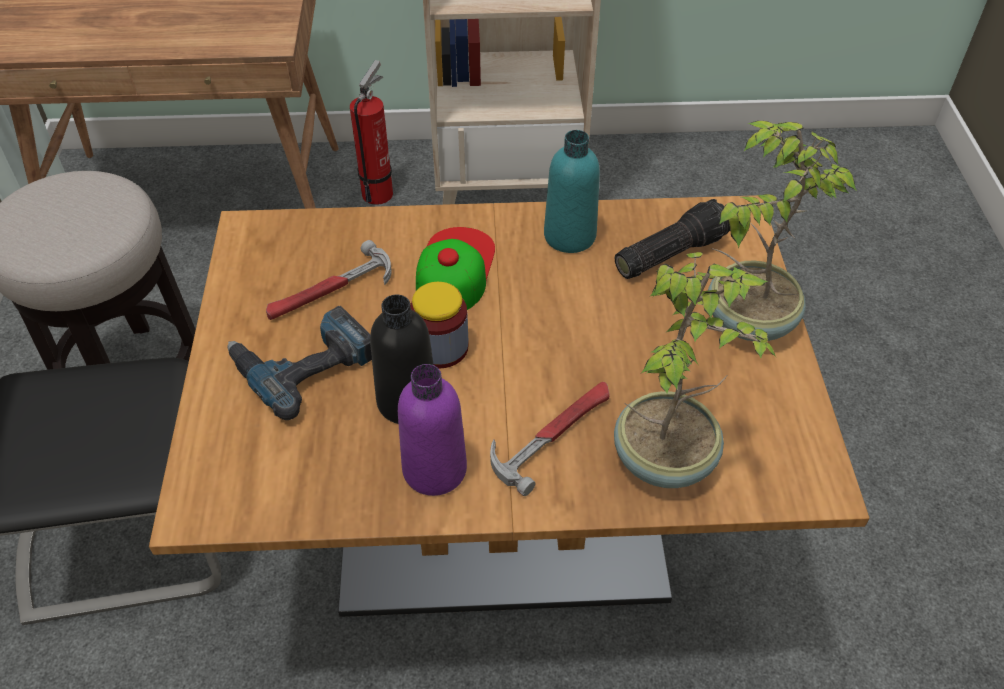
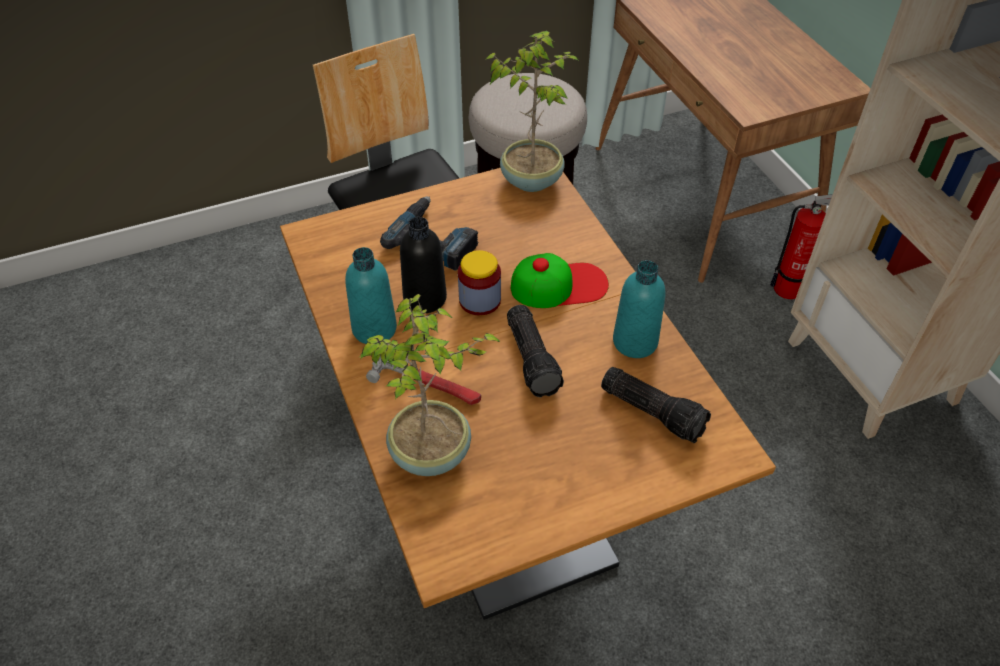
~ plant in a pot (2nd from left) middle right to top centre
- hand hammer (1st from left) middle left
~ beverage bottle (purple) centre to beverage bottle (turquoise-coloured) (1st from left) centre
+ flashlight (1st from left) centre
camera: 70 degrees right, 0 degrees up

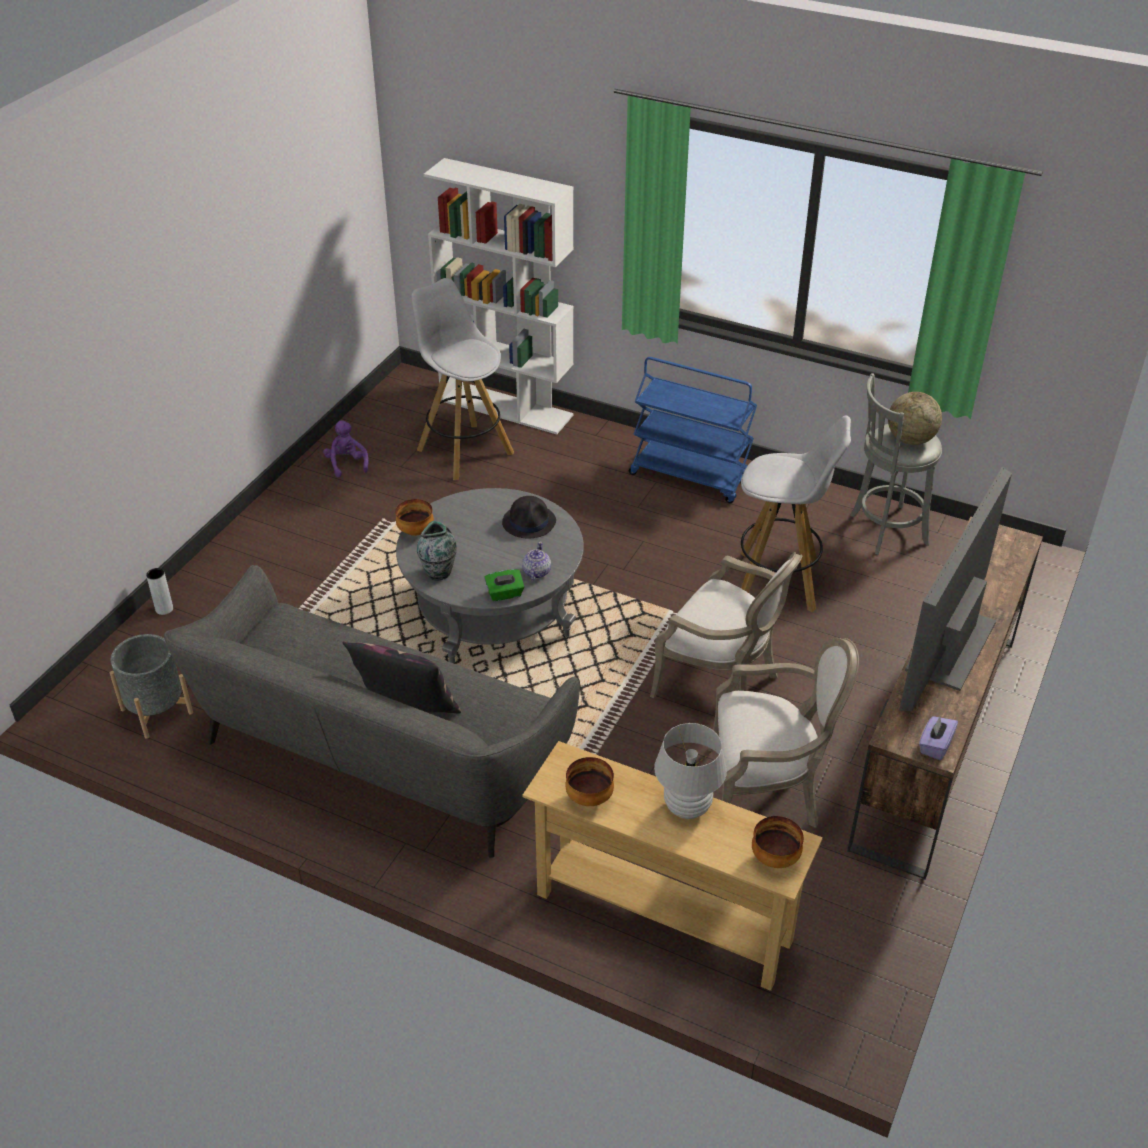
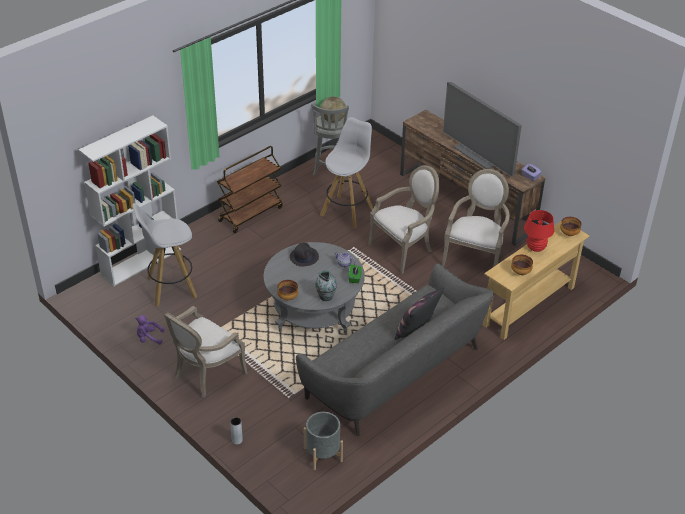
~ trolley (blue-coloured) centre to trolley (brownish) centre
~ table lamp (white-coloured) bottom centre to table lamp (red) middle right
+ lounge chair (1st from left) bottom left
camera: 70 degrees left, 0 degrees up

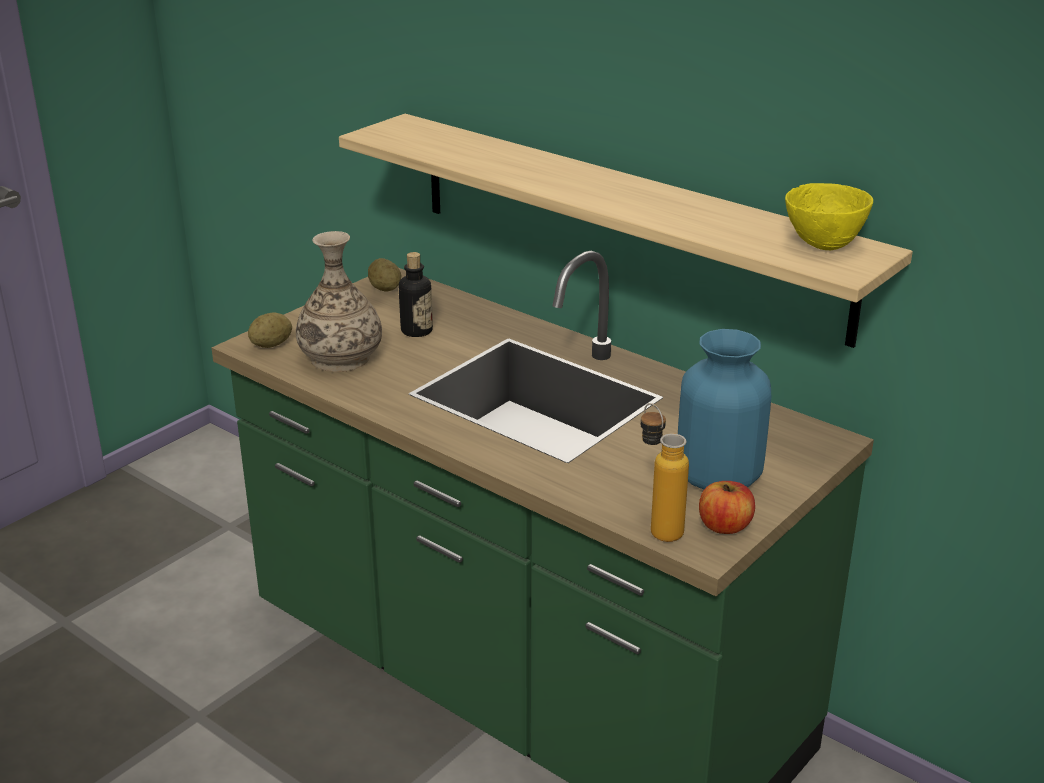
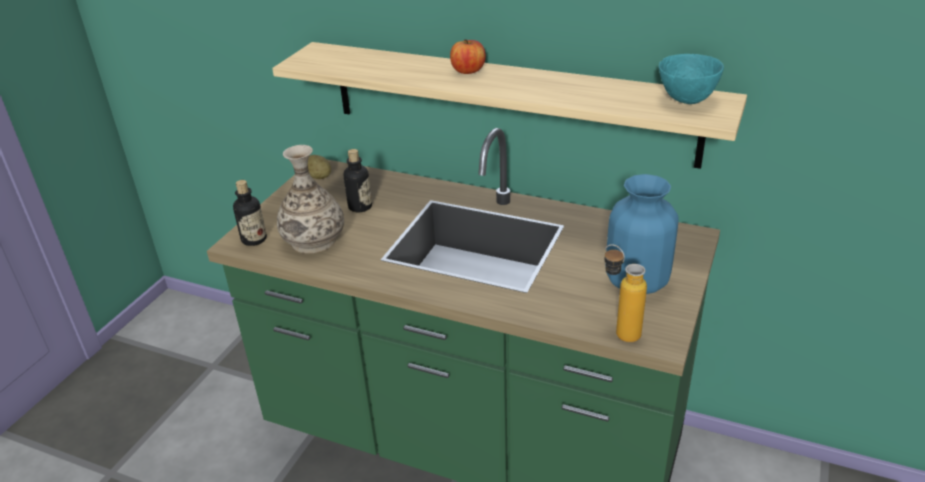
~ serving bowl (yellow) top right to serving bowl (turquoise-coloured) top right
~ spud (1st from left) middle left to beverage bottle (1st from left) middle left
~ apple middle right to top centre
camera: 15 degrees left, 5 degrees up

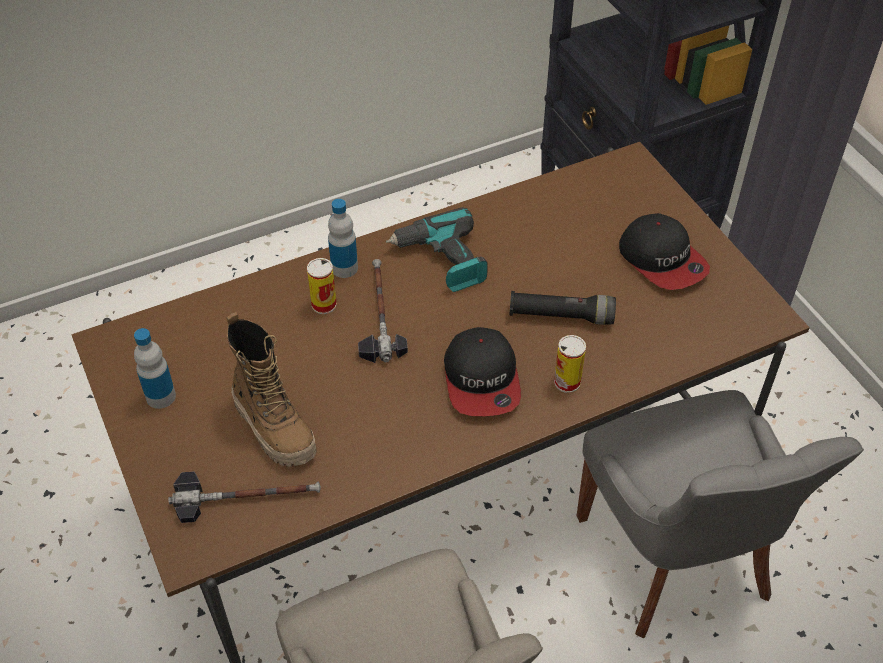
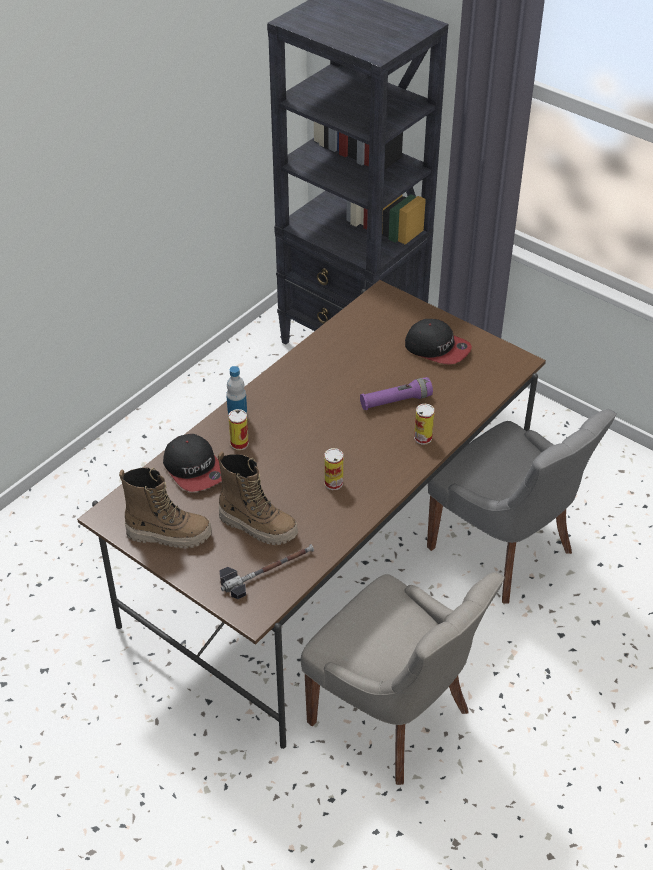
- electric drill centre
- hand hammer (2nd from left) centre
~ flashlight (black-coloured) centre to flashlight (purple) centre
~ cap (1st from left) centre to middle left
~ beverage bottle (1st from left) middle left to high-top boot (1st from left) middle left
+ sealed can (2nd from left) centre
camera: 25 degrees left, 5 degrees down

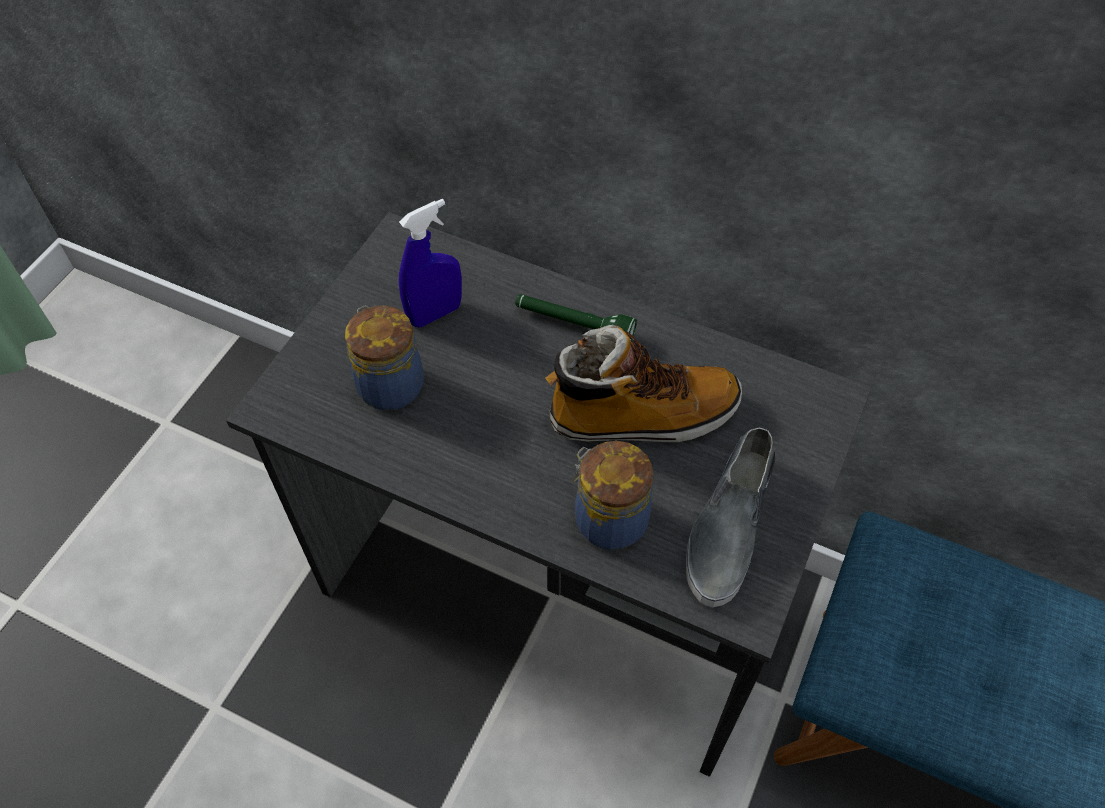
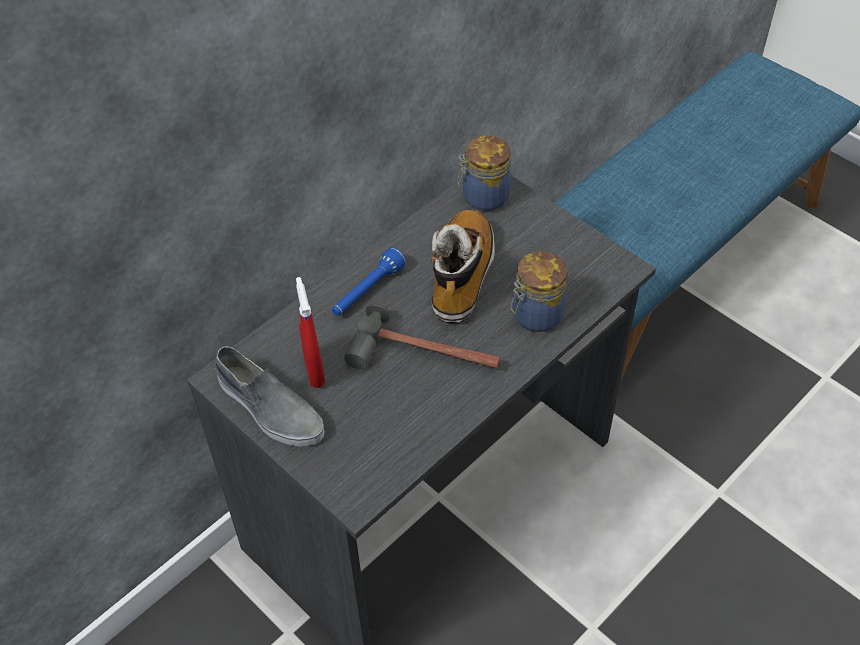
~ sprayer (blue-coloured) top centre to sprayer (red) centre
~ flashlight (greenish) centre to flashlight (blue-coloured) centre
~ jar (1st from left) centre to top centre
~ low shoe (gray) centre to middle left
+ hand hammer centre
camera: 70 degrees left, 5 degrees down

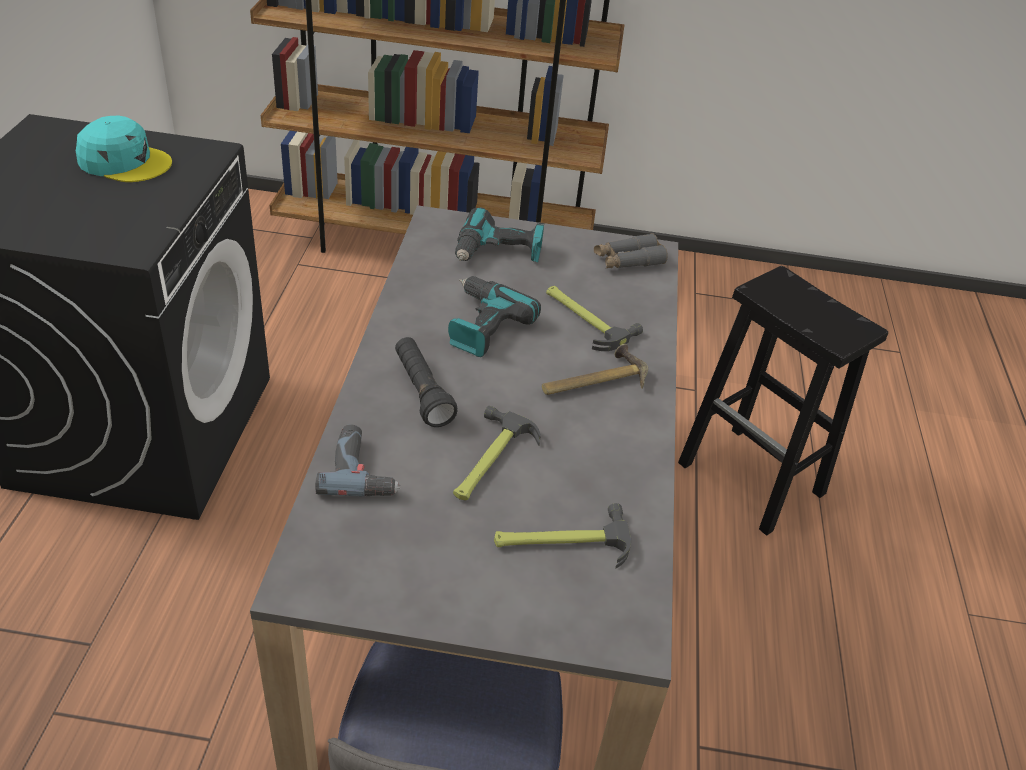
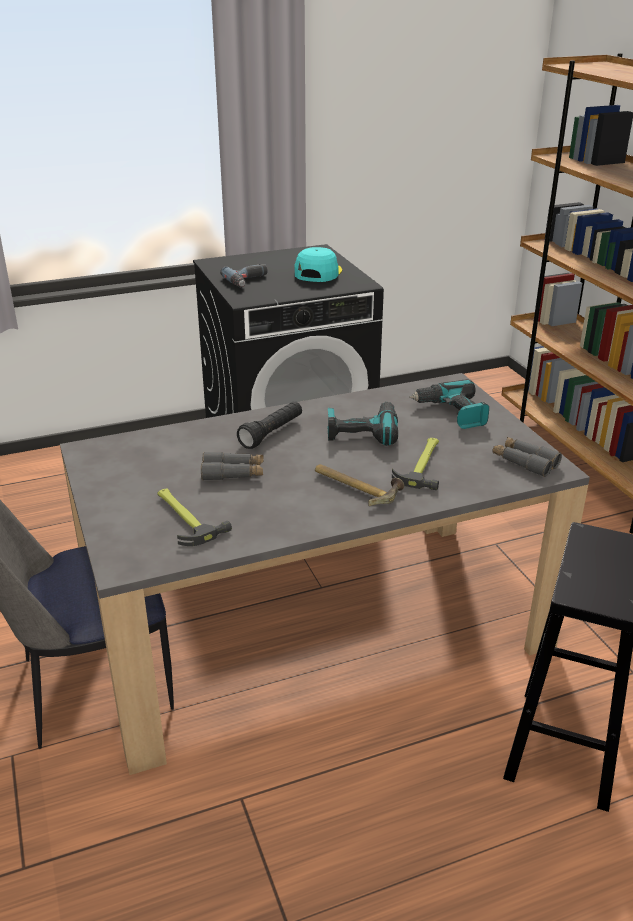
~ cap (turquoise-coloured) top left = top centre 150 degrees counterclockwise
~ hand hammer (1st from left) centre to pair of binoculars (gray) (1st from left) centre
~ electric drill (1st from left) centre to top centre
camera: 65 degrees right, 10 degrees down

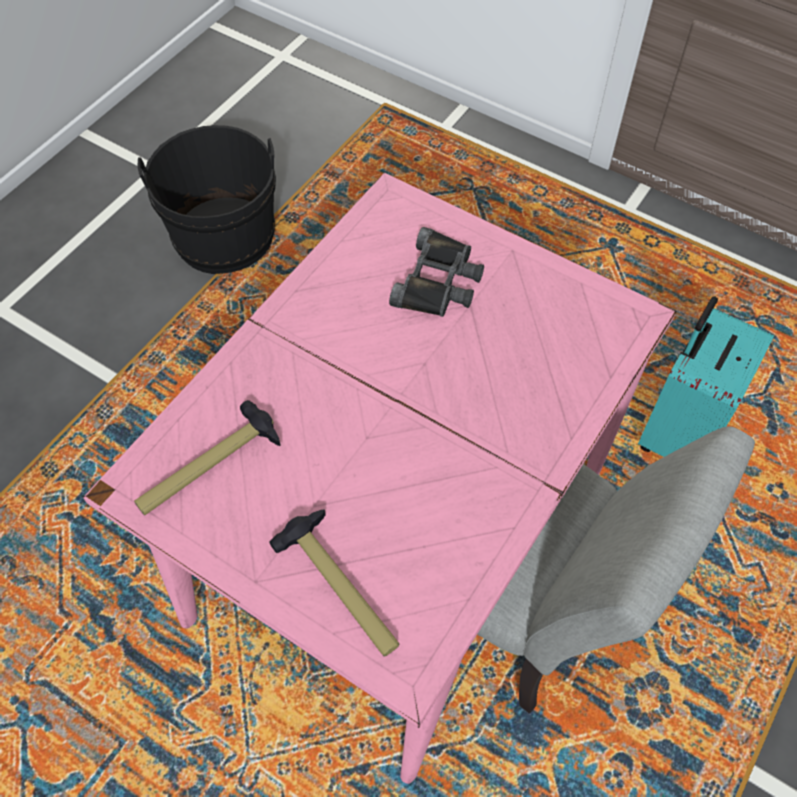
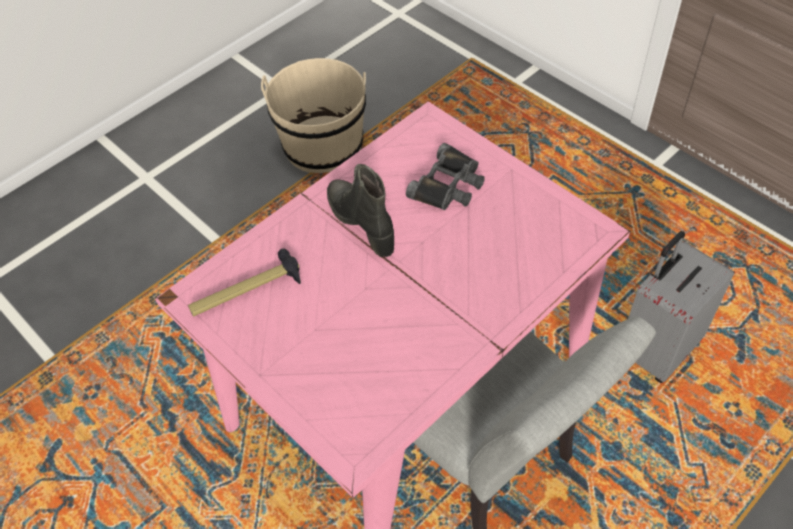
~ pail (black-coloured) top left to pail (sand-coloured) top centre
~ piece of luggage (turquoise-coloured) middle right to piece of luggage (gray) middle right
- hand hammer (2nd from left) bottom centre
+ high-top boot (black-coloured) centre
camera: 15 degrees right, 5 degrees down

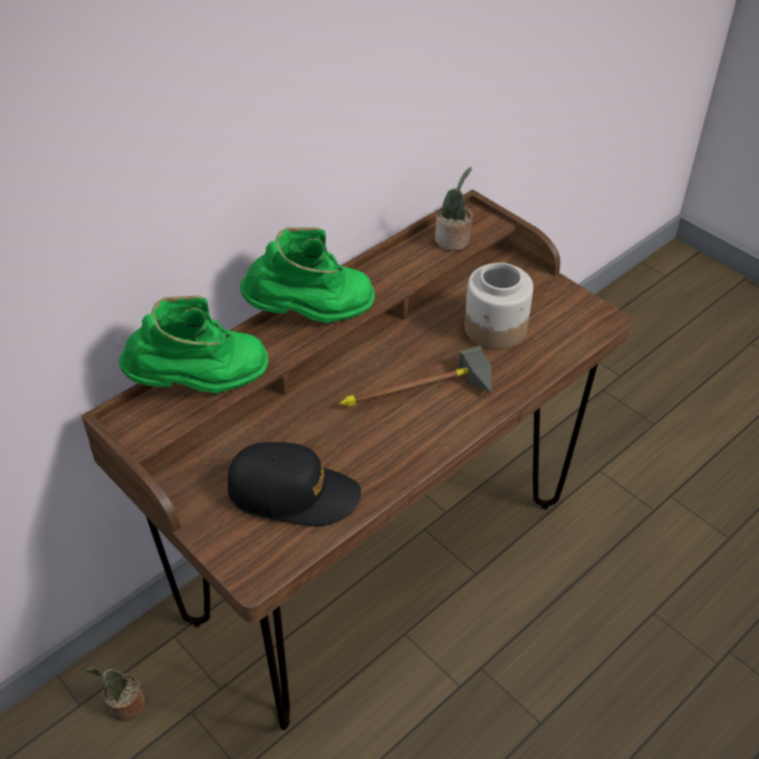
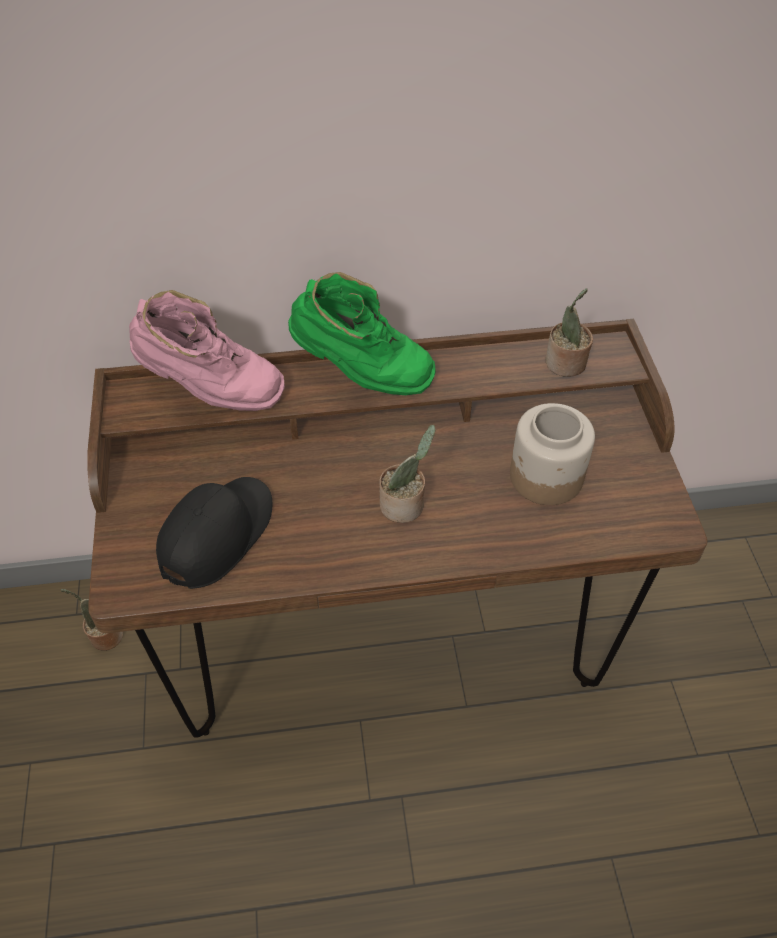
~ high-top boot (greenish) (1st from left) middle left to high-top boot (pink) middle left
~ hand hammer centre to plant in a pot (2nd from left) centre
~ cap (black-coloured) centre = middle left 105 degrees counterclockwise
camera: 35 degrees right, 5 degrees up

